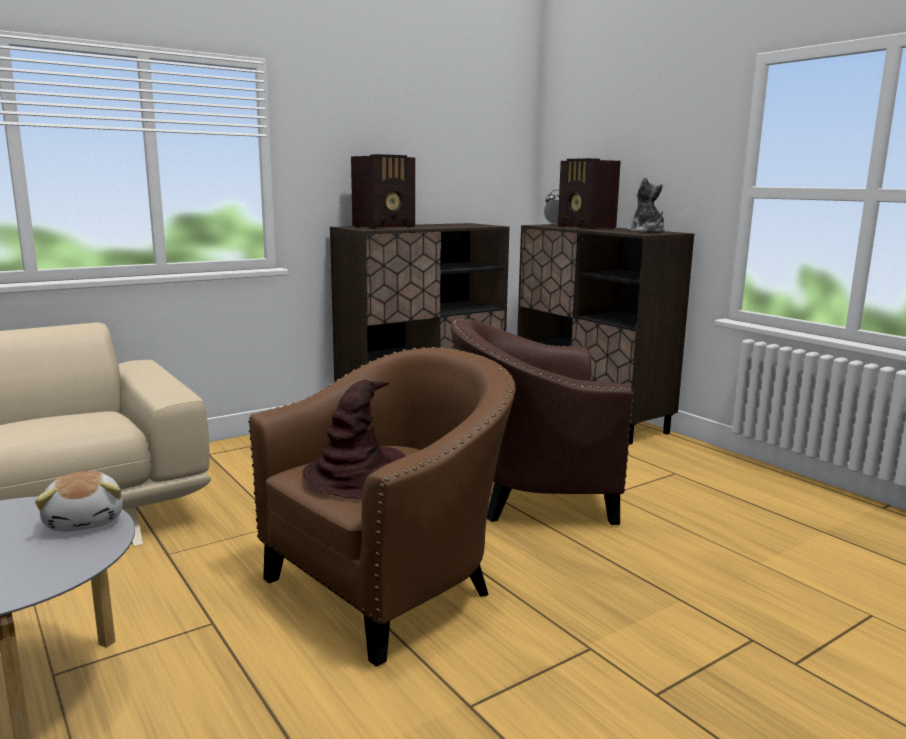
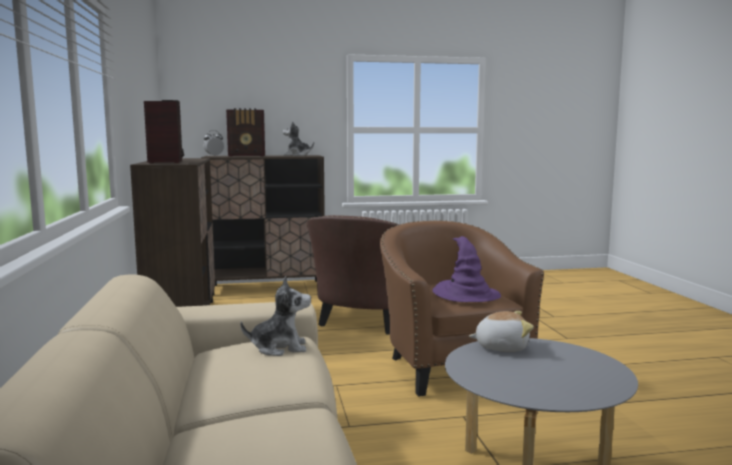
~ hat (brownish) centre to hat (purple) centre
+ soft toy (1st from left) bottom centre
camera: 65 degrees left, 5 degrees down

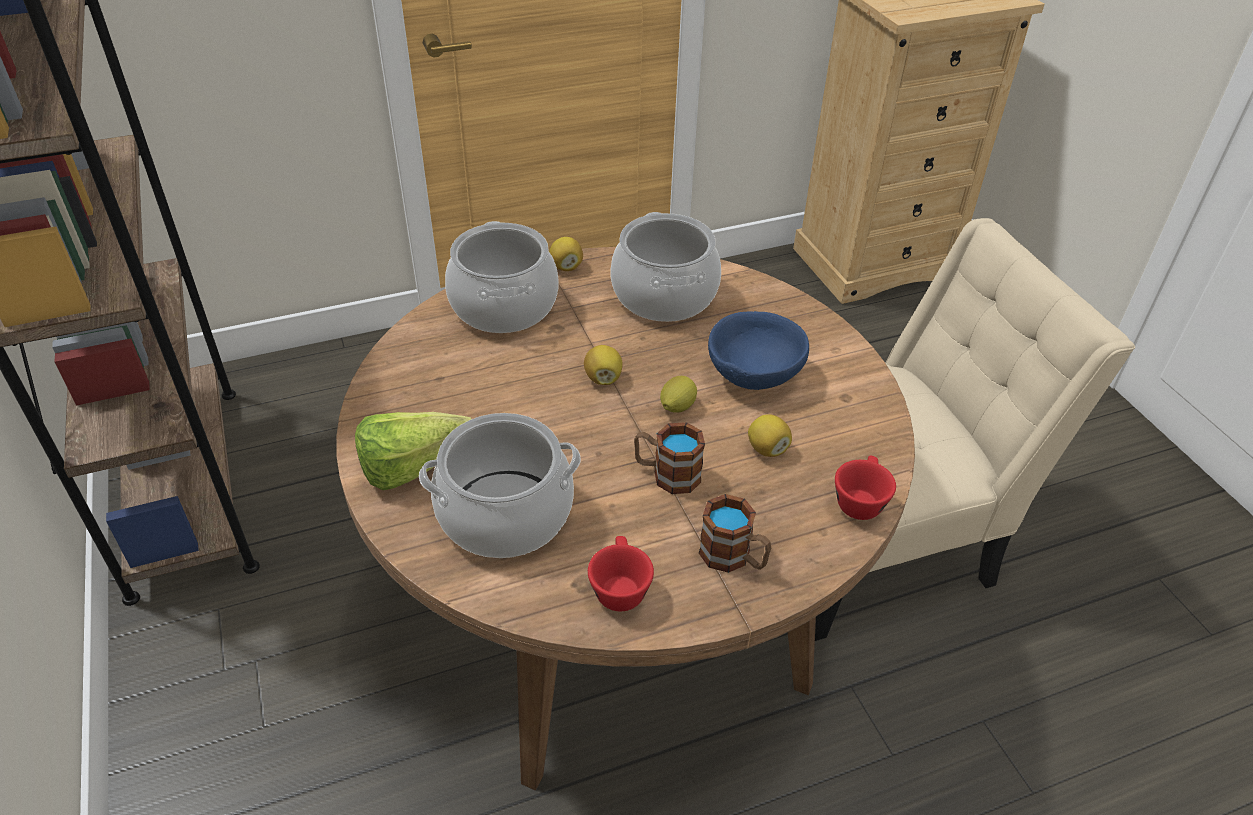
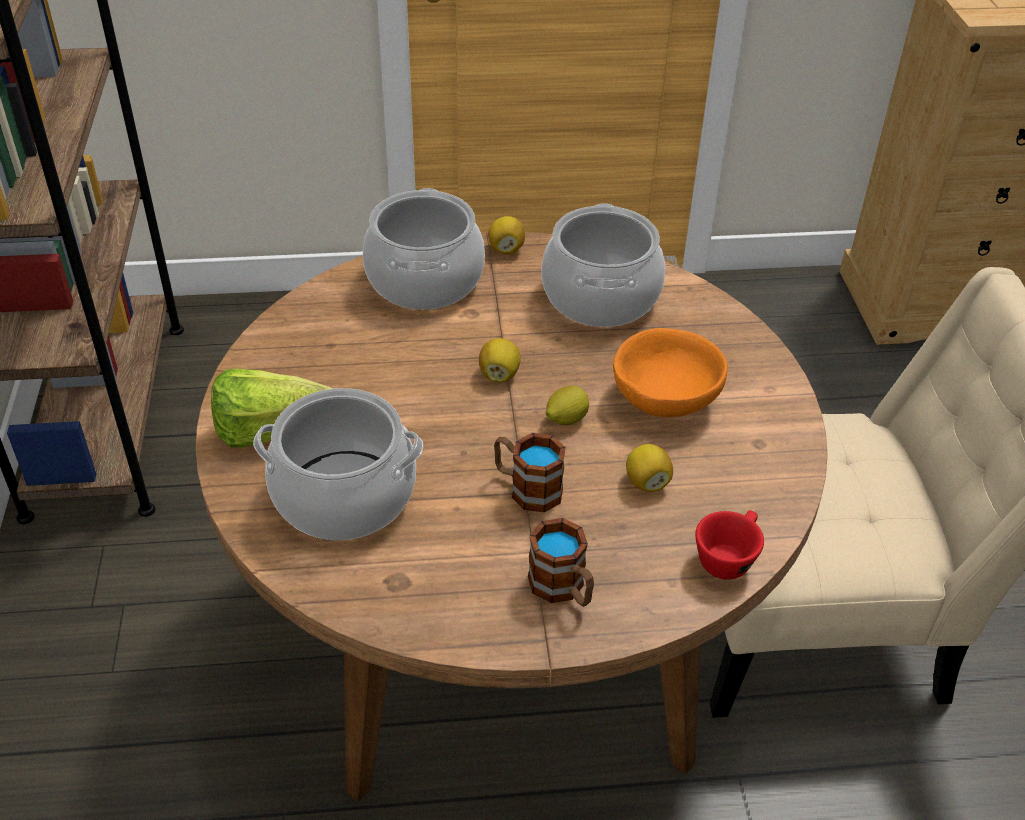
~ serving bowl (blue-coloured) centre to serving bowl (orangey) centre
- drinking cup (red) (1st from left) bottom centre
camera: 15 degrees right, 0 degrees up

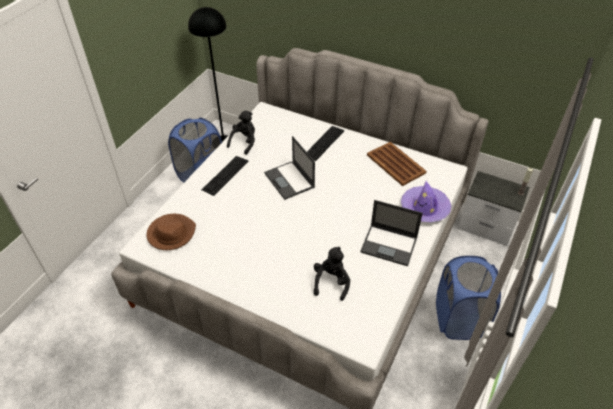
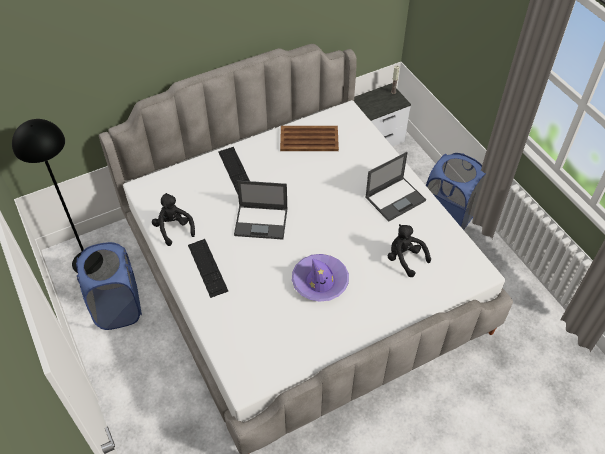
~ hat (purple) middle right to centre
- hat (brownish) middle left
camera: 55 degrees left, 5 degrees up

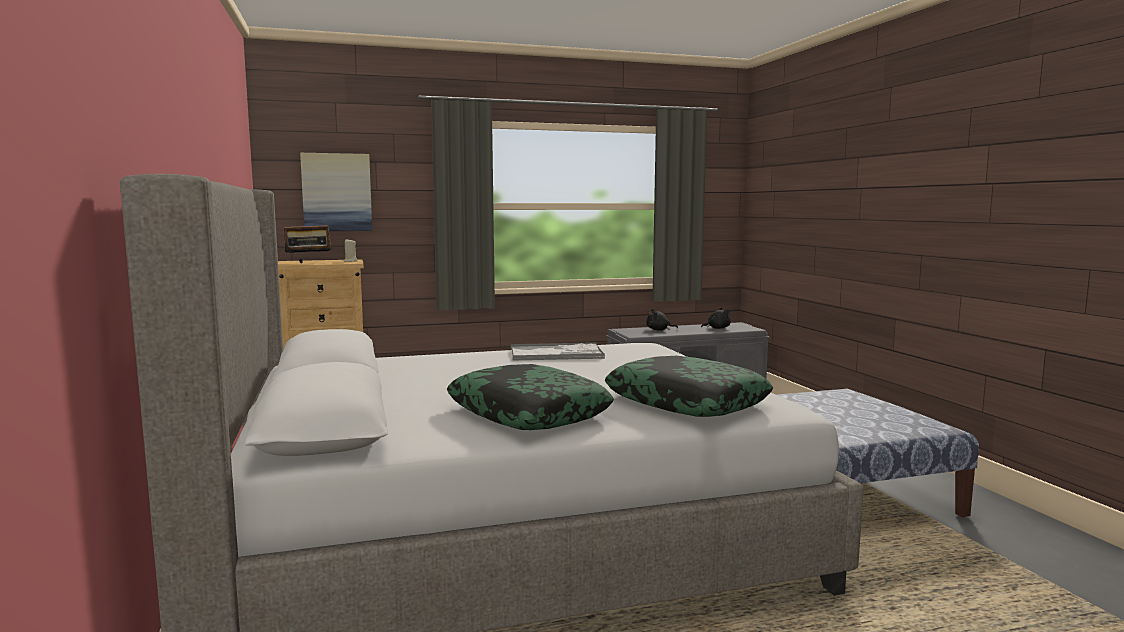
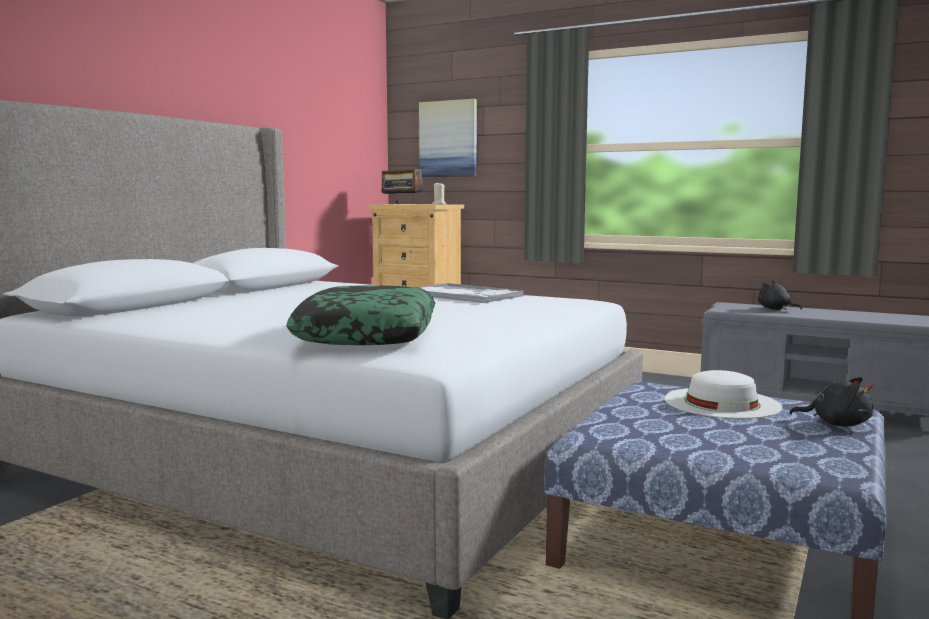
~ soft toy (black-coloured) (2nd from left) centre to middle right
- cushion (1st from left) centre
+ hat (white-coloured) middle right
camera: 45 degrees right, 0 degrees up

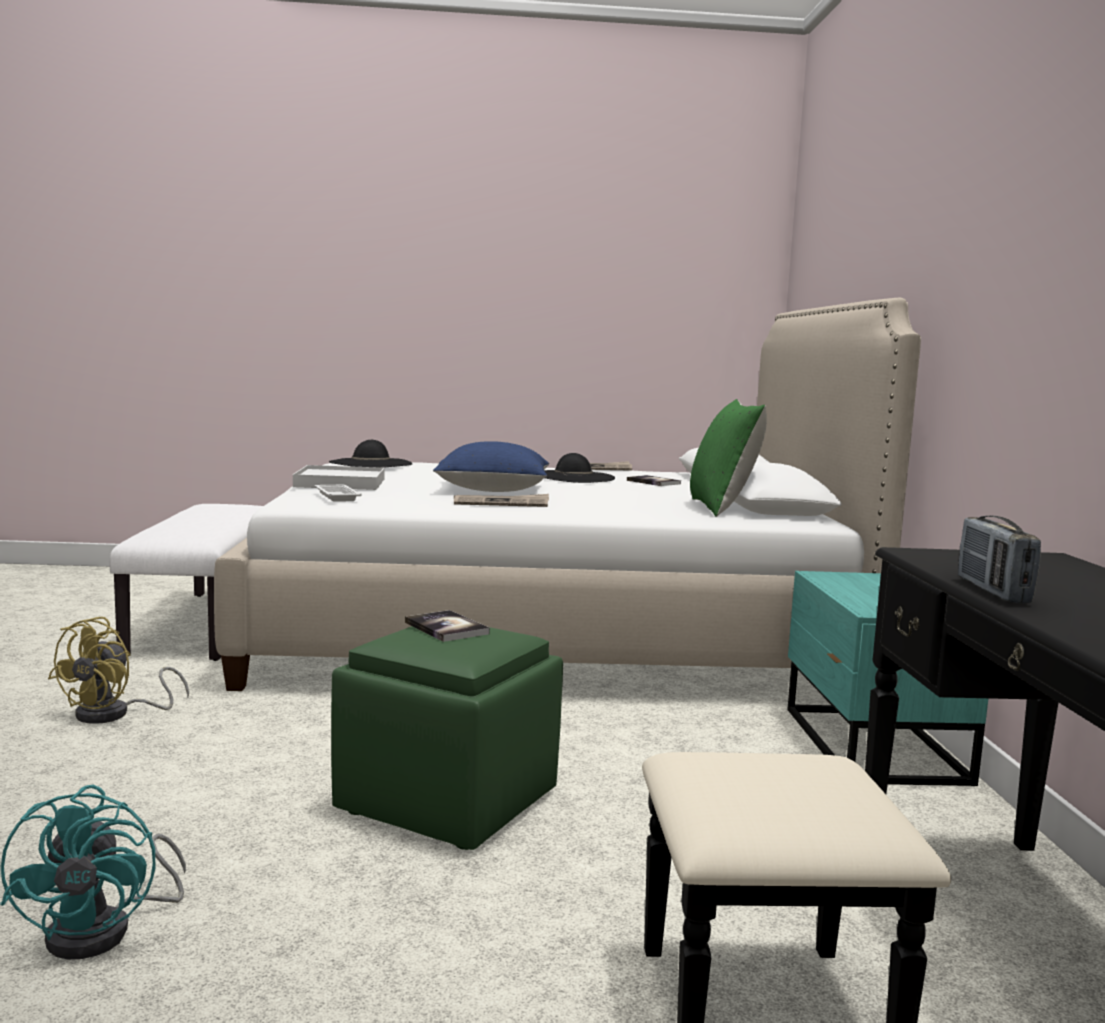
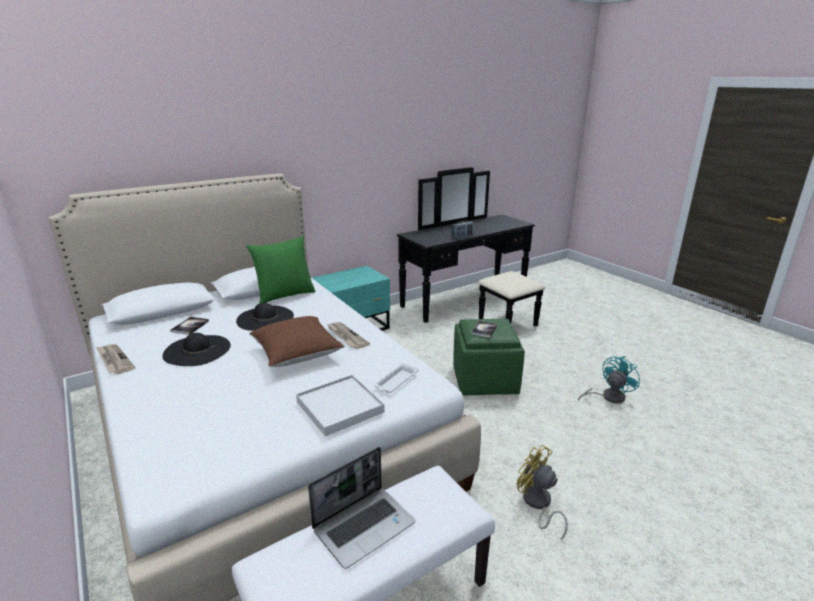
~ hat (black-coloured) (1st from left in the first image) centre to hat (black-coloured) (2nd from left) middle left
~ cushion (blue-coloured) centre to cushion (brownish) centre
~ electric fan (yellow) middle left = bottom centre 120 degrees counterclockwise
+ notebook computer bottom centre
camera: 120 degrees left, 15 degrees up

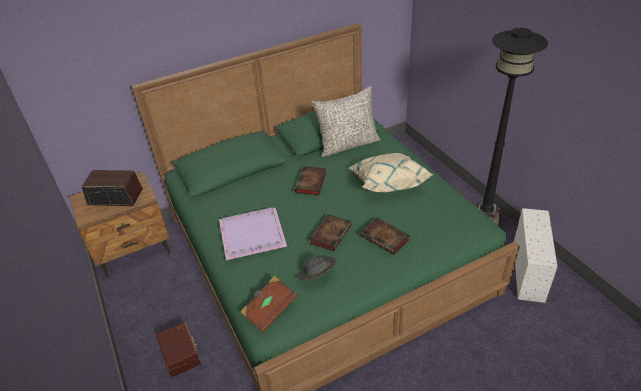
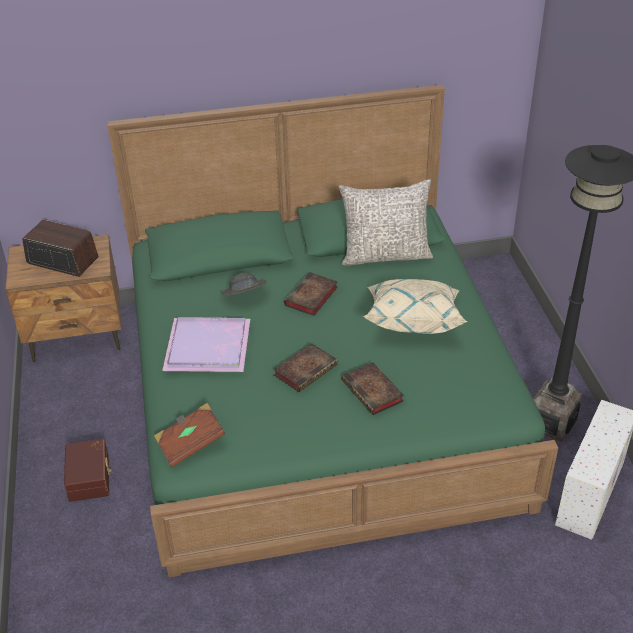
~ hat (gray) bottom centre to centre
camera: 15 degrees right, 0 degrees up

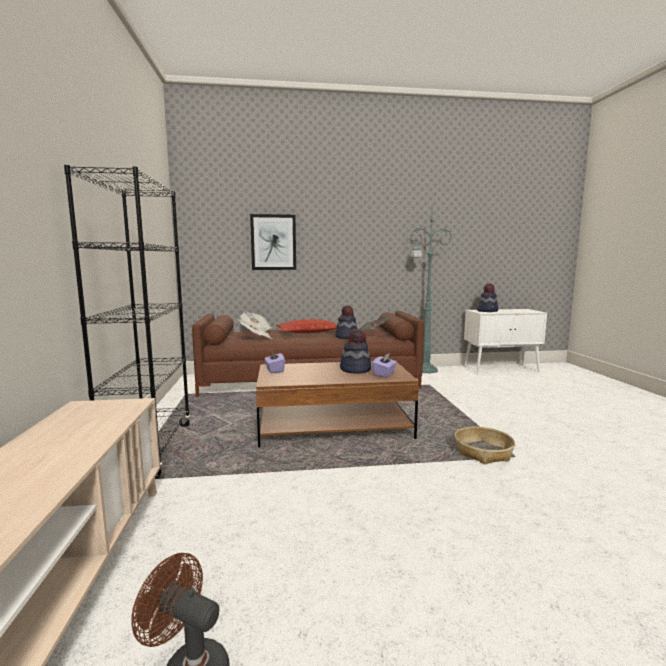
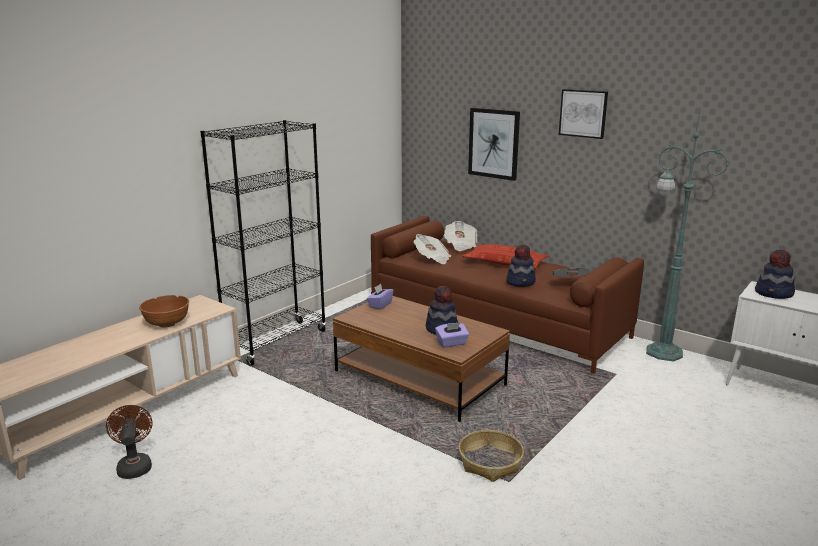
+ wall art (2nd from left) top right
+ serving bowl (brownish) middle left
camera: 45 degrees right, 10 degrees up

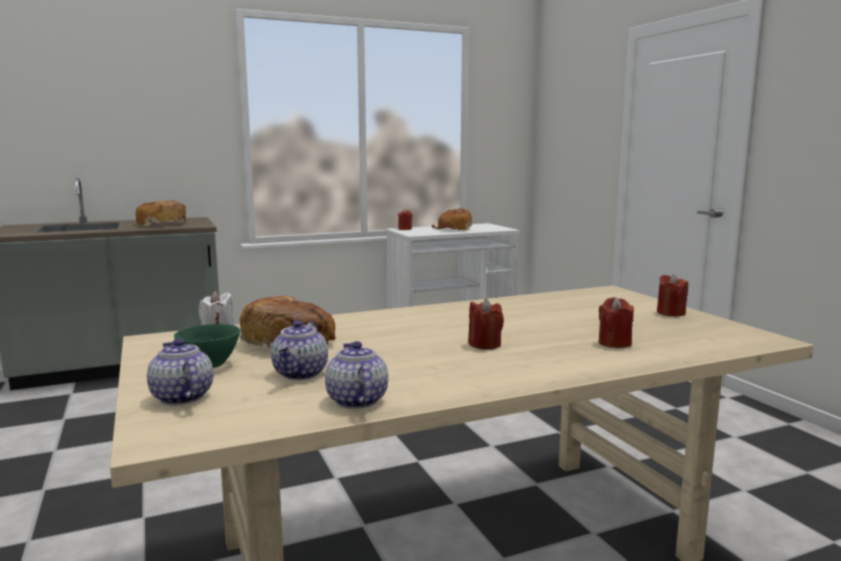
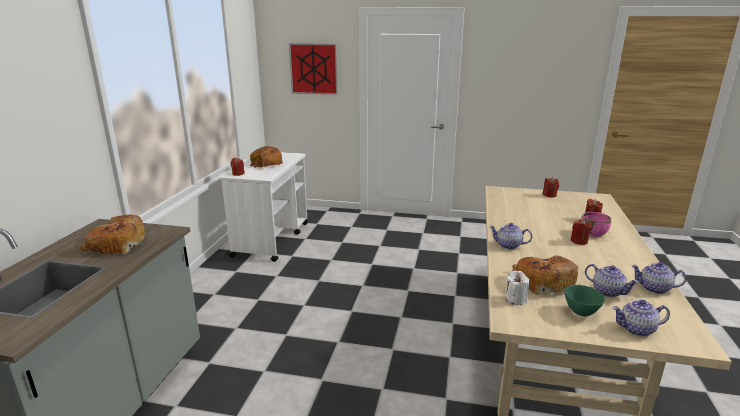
+ wall art top centre
+ serving bowl (pink) middle right
+ pot for tea (1st from left) middle right
camera: 55 degrees left, 10 degrees up

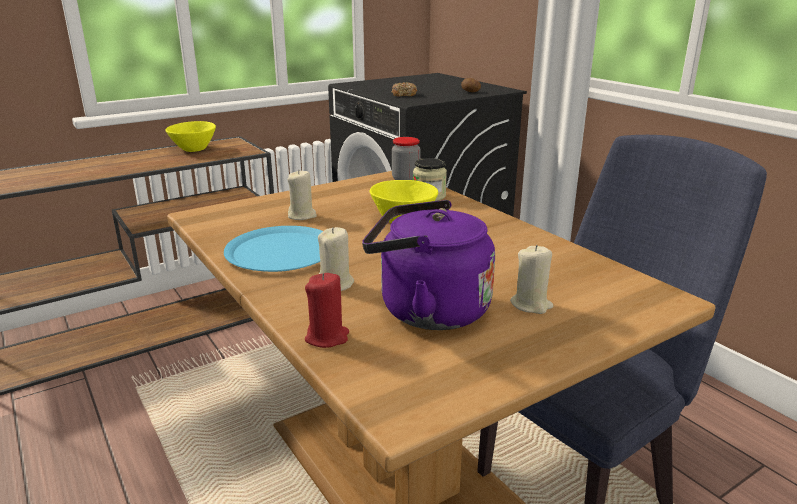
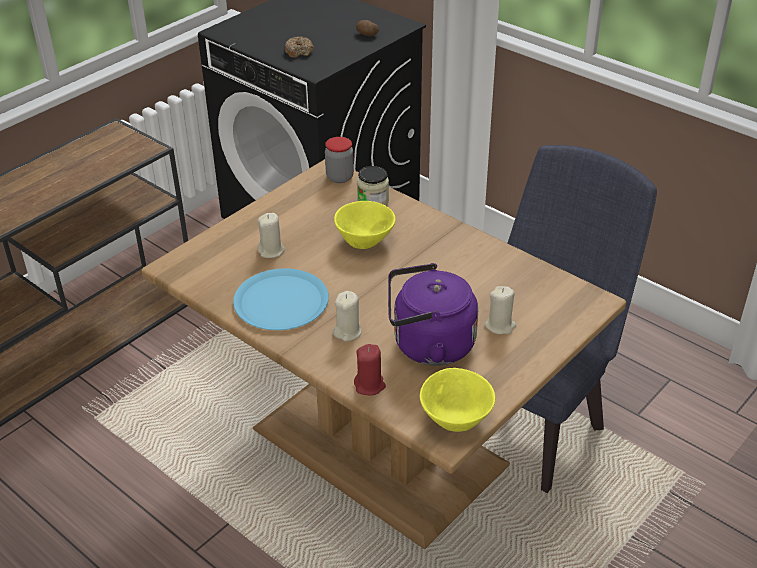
~ serving bowl (yellow) (1st from left in the first image) top left to serving bowl (yellow) (2nd from left) bottom centre
camera: 15 degrees left, 15 degrees up

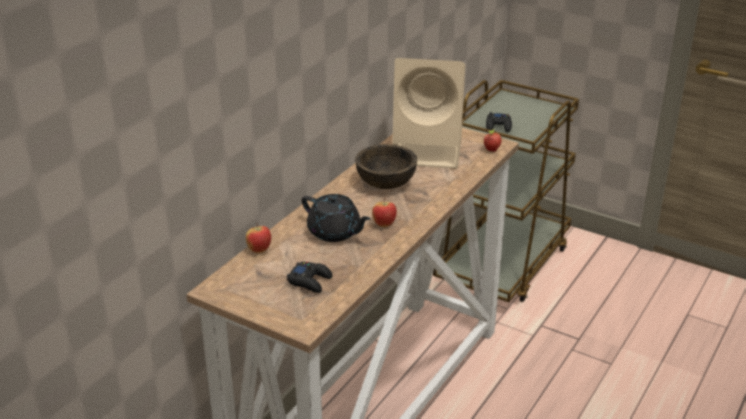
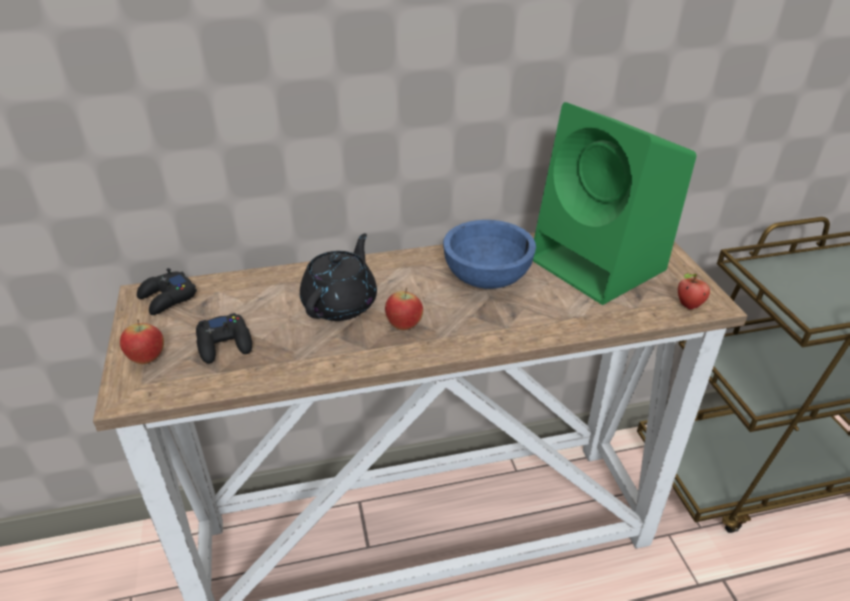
~ loudspeaker (sand-coloured) top centre to loudspeaker (greenish) middle right
~ game controller (black-coloured) (2nd from left in the first image) top right to game controller (black-coloured) (1st from left) middle left
~ serving bowl (brownish) centre to serving bowl (blue-coloured) centre
~ pot for tea (black-coloured) centre = centre 150 degrees counterclockwise
~ apple (1st from left) centre to middle left
camera: 45 degrees right, 5 degrees up

